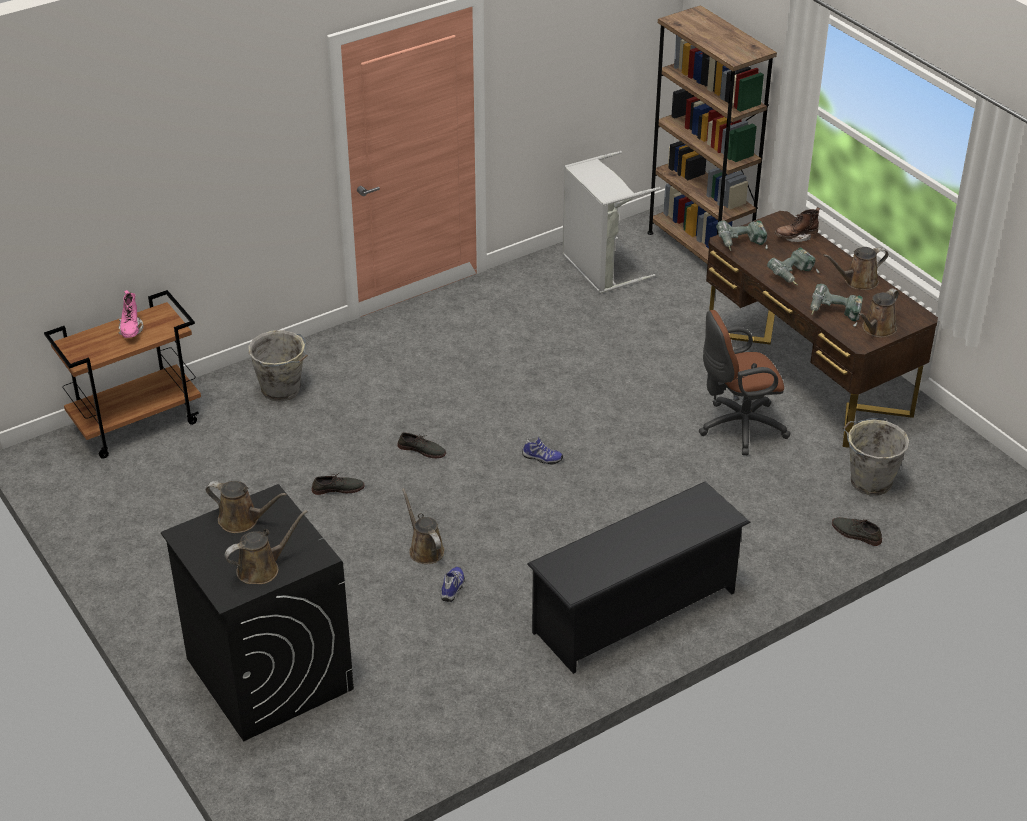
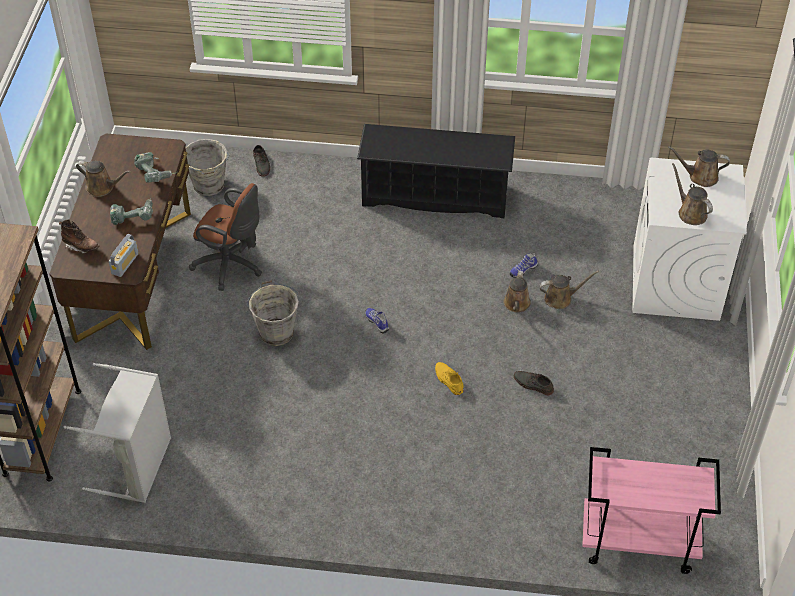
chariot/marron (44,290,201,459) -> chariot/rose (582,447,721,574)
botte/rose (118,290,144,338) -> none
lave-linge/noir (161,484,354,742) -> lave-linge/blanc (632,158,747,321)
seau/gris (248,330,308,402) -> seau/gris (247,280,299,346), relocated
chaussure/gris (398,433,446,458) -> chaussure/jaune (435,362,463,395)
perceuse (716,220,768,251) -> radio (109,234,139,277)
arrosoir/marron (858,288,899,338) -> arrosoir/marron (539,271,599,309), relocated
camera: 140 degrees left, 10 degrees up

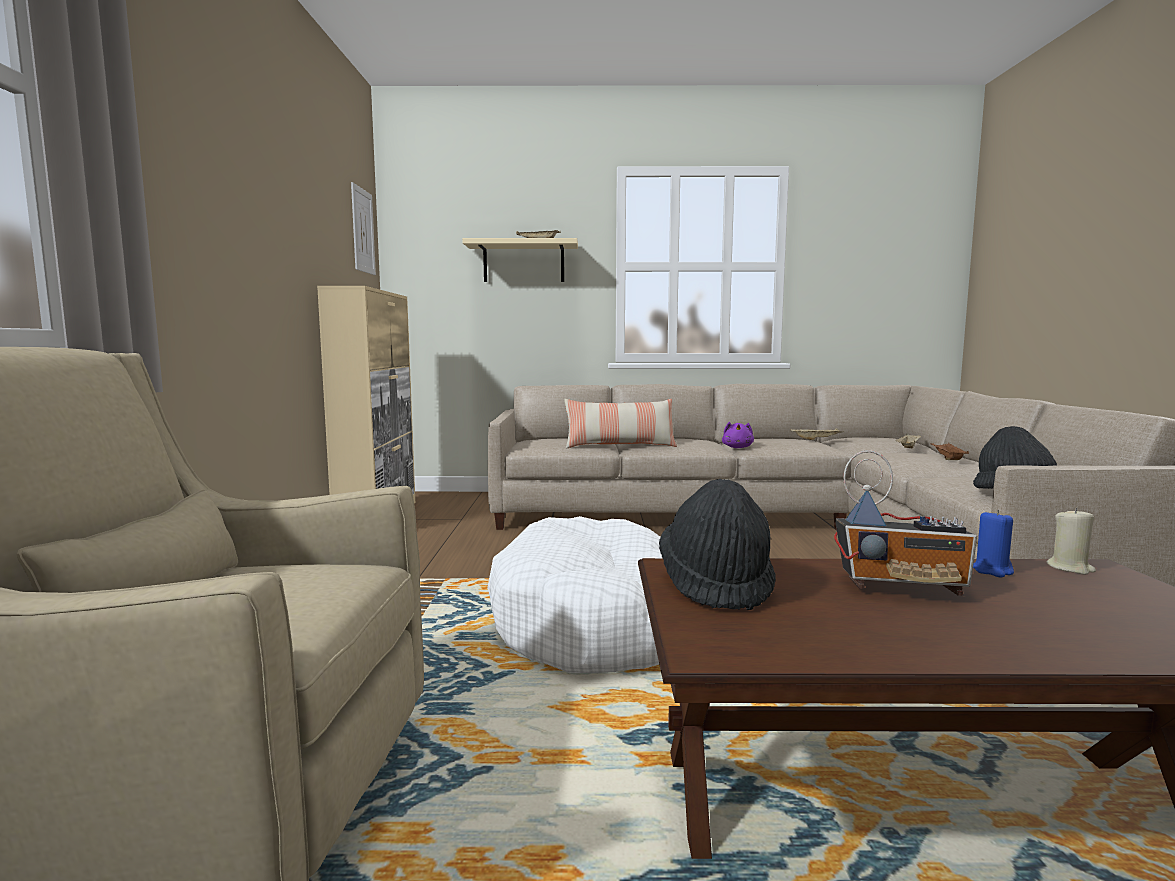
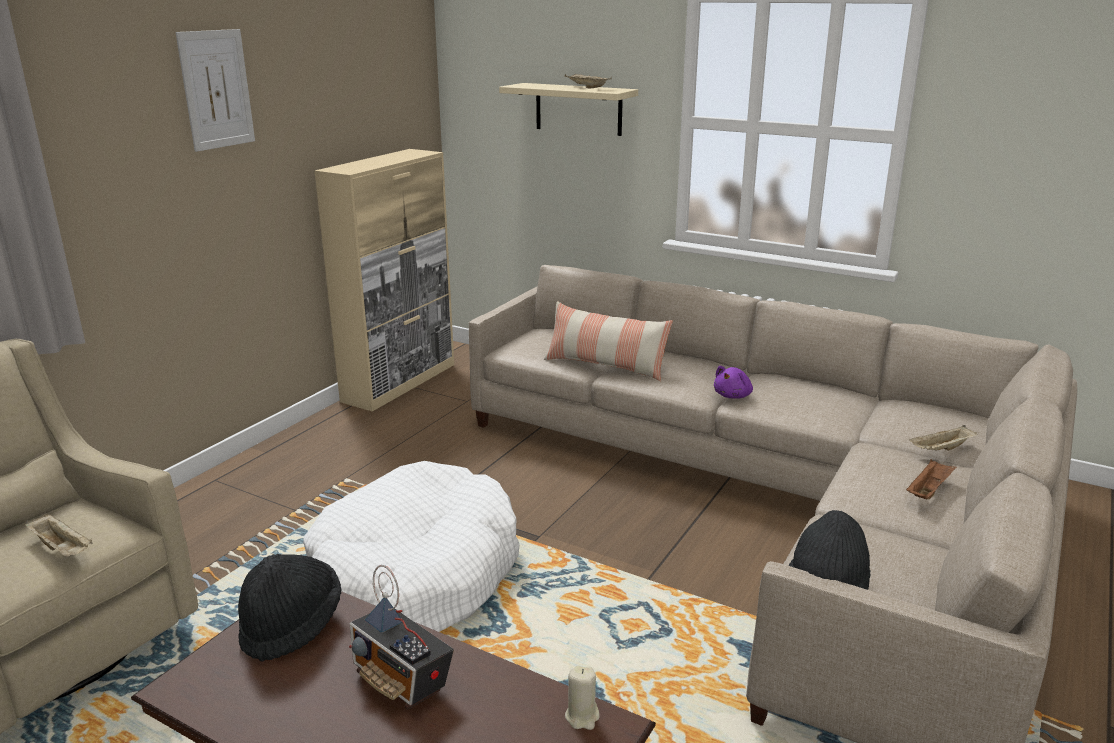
tableau (351,182,376,275) -> tableau (175,29,255,152), relocated
plateau/beige (790,428,844,440) -> plateau/beige (25,514,93,557), relocated
bougie/bleu (973,510,1014,578) -> none
camera: 30 degrees right, 15 degrees up

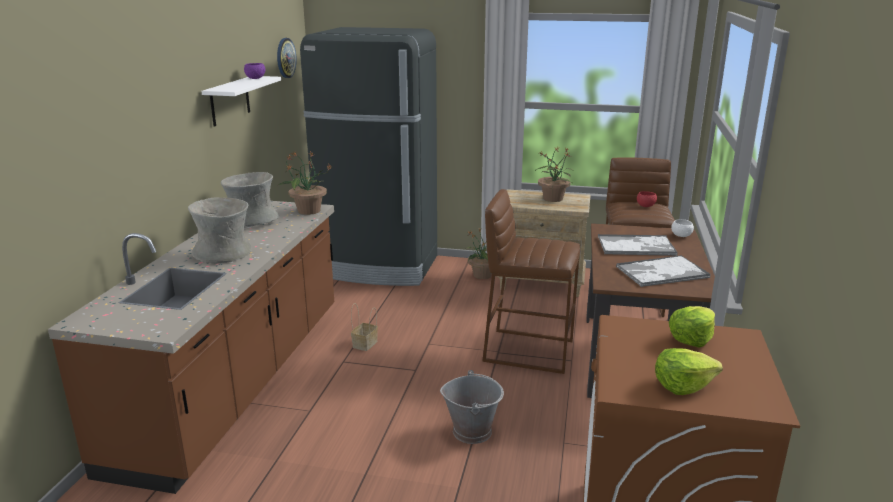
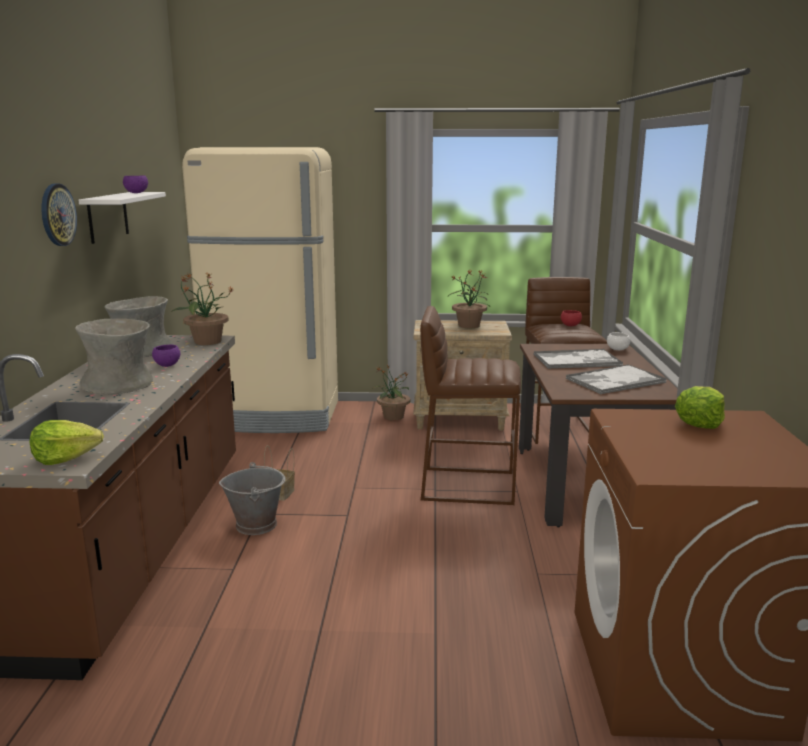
horloge murale (277,38,297,78) -> horloge murale (42,184,77,246), relocated
réfrigérateur/noir (300,27,437,286) -> réfrigérateur/beige (182,147,338,433)
seau/gris (440,370,504,444) -> seau/gris (219,462,285,535), relocated
laitue (655,348,723,395) -> laitue (30,420,104,465), relocated
none -> bol/violet (152,345,180,367)
camera: 10 degrees left, 5 degrees down

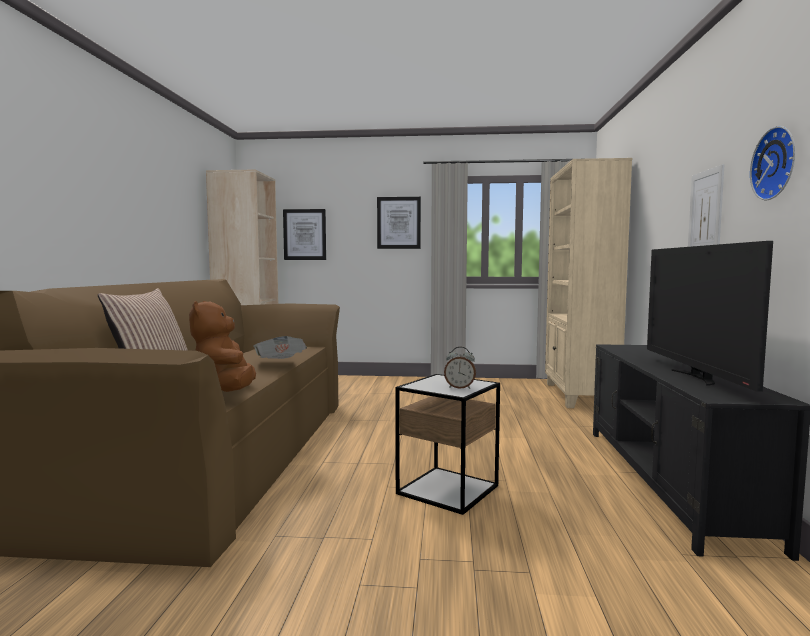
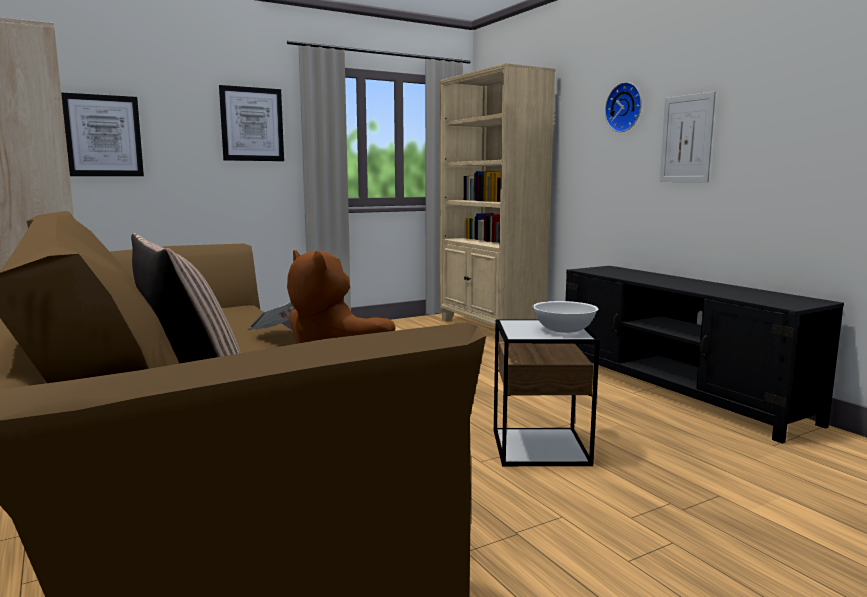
réveil (444,347,476,389) -> bol/blanc (532,301,599,333)
téléviseur (647,241,773,392) -> none
horloge murale (750,126,796,200) -> horloge murale (605,82,642,132), relocated
camera: 35 degrees left, 5 degrees up

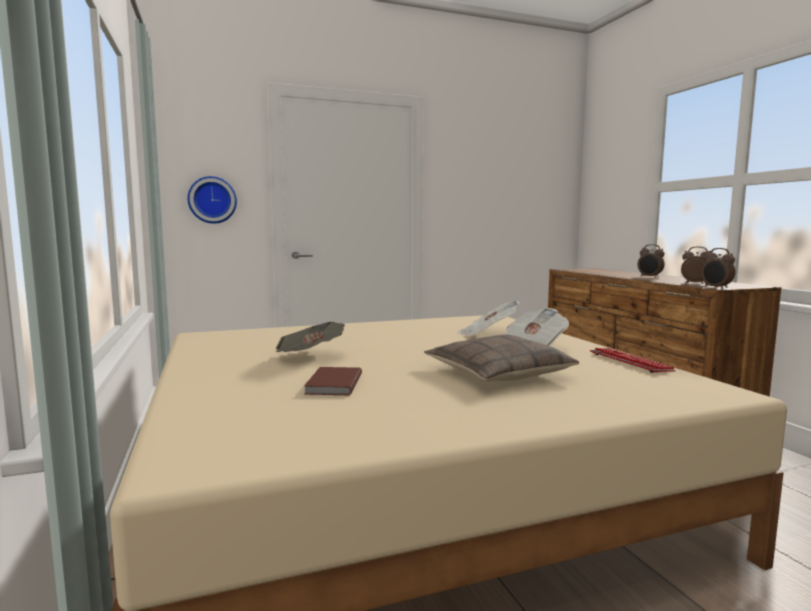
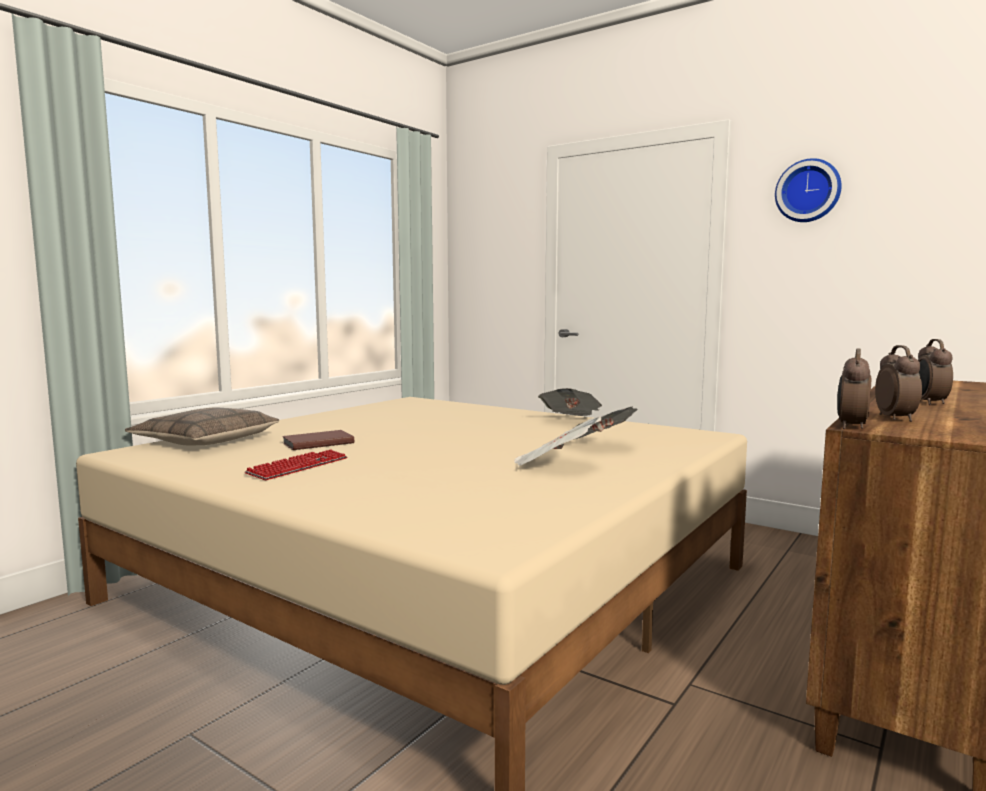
horloge murale (188,176,237,224) -> horloge murale (775,158,842,222), relocated
journal (275,322,345,352) -> journal (538,388,602,416), relocated
coussin (424,334,579,381) -> coussin (125,408,279,445), relocated
clavier (590,348,676,373) -> clavier (245,449,347,480), relocated
camera: 55 degrees right, 0 degrees up

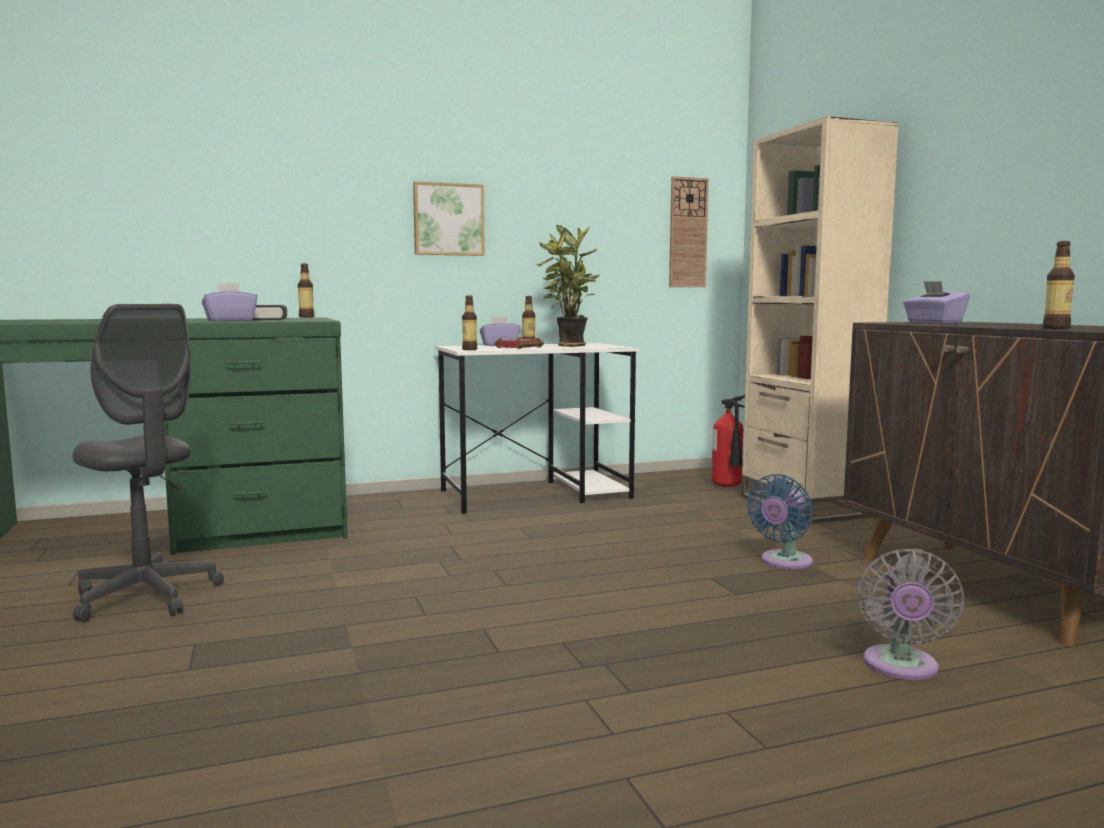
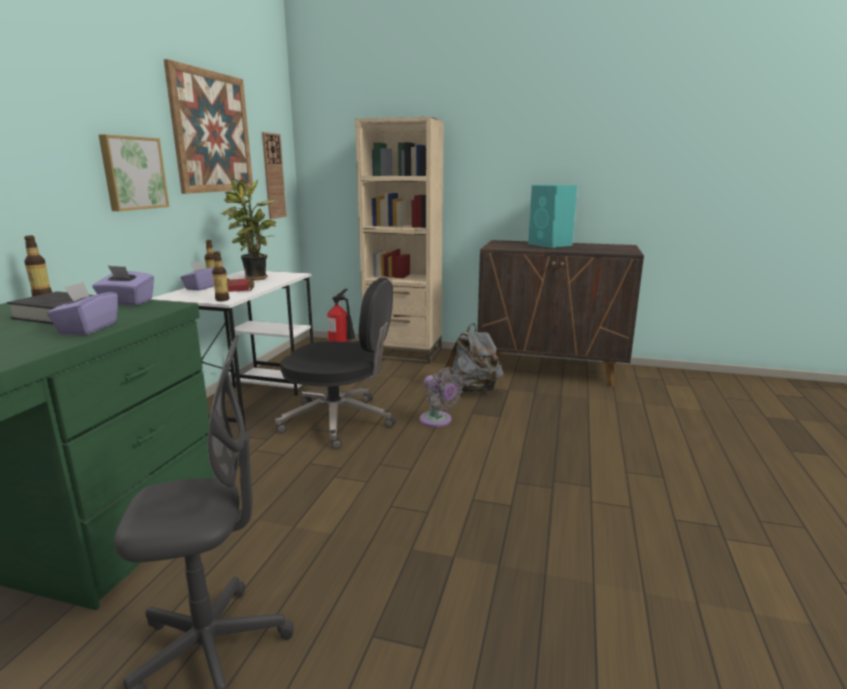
ventilateur/bleu (747,474,813,569) -> sac à dos/gris (444,323,503,392)
ventilateur/gris (857,549,964,680) -> ventilateur/gris (420,367,464,427), relocated
boîte à mouchoirs/violet (903,281,970,324) -> boîte à mouchoirs/violet (92,266,154,306), relocated
bouteille (1043,241,1075,329) -> none
none -> tableau (164,59,253,194)
none -> chaise de bureau/noir (275,278,396,449)
none -> enceinte/turquoise (528,185,577,248)
camera: 55 degrees left, 10 degrees up

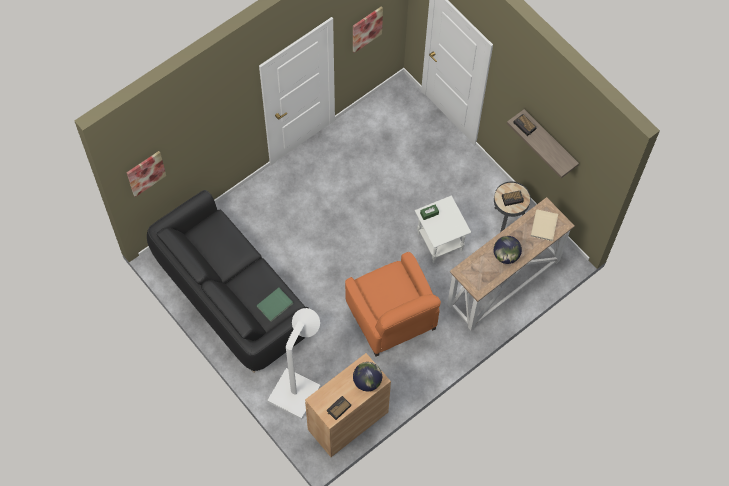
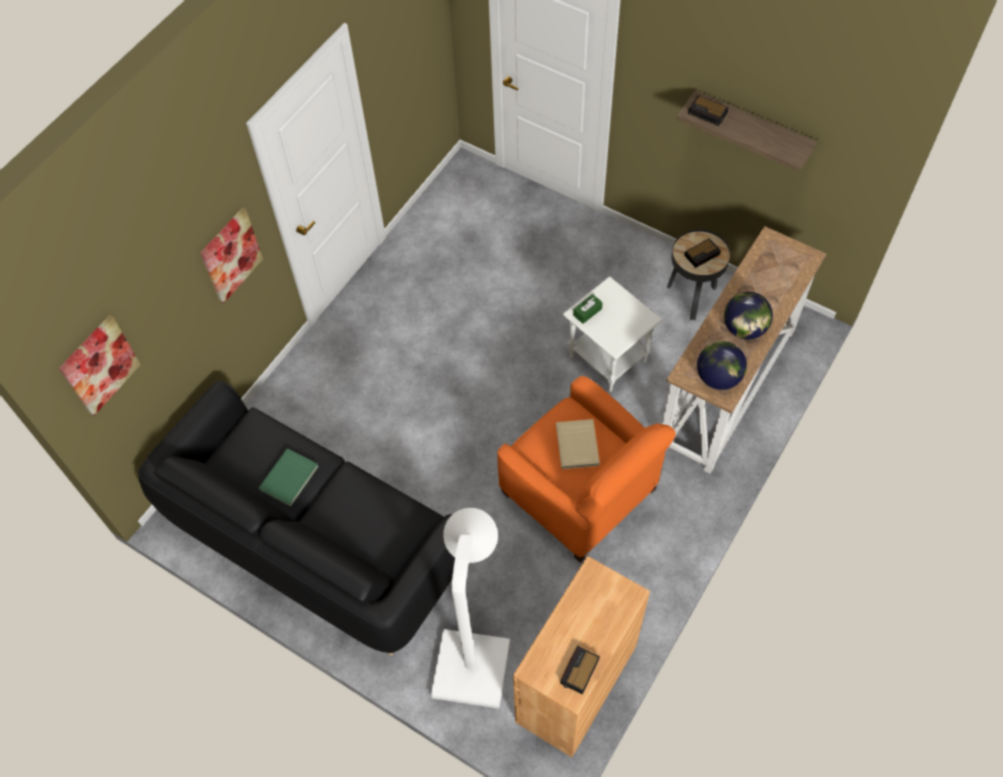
livre/vert (256,287,293,322) -> livre/vert (258,448,319,507), relocated
tableau (353,6,383,53) -> tableau (200,207,263,304), relocated
globe (353,362,382,391) -> globe (697,341,747,390), relocated
livre/beige (531,209,558,241) -> livre/beige (556,419,600,469), relocated
camera: 15 degrees left, 5 degrees down

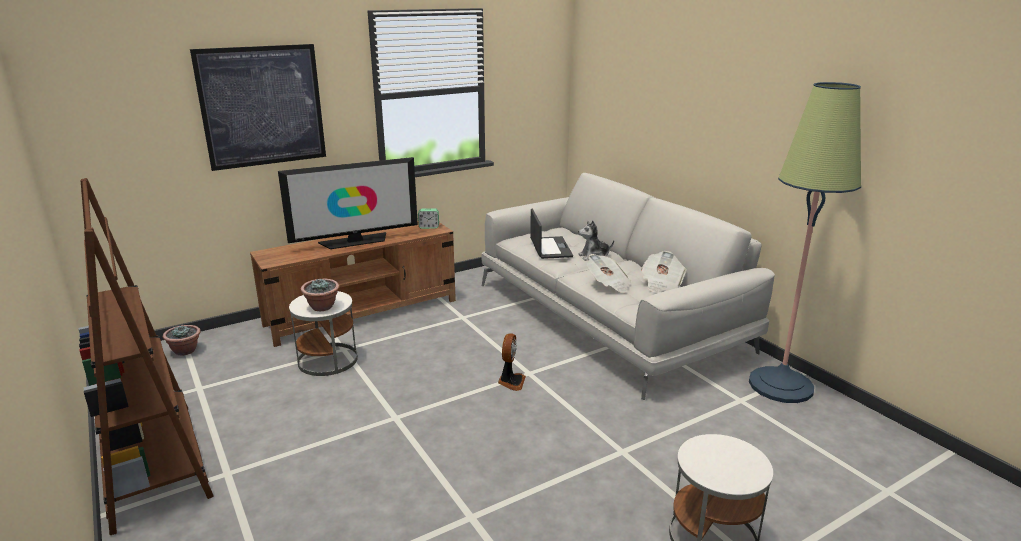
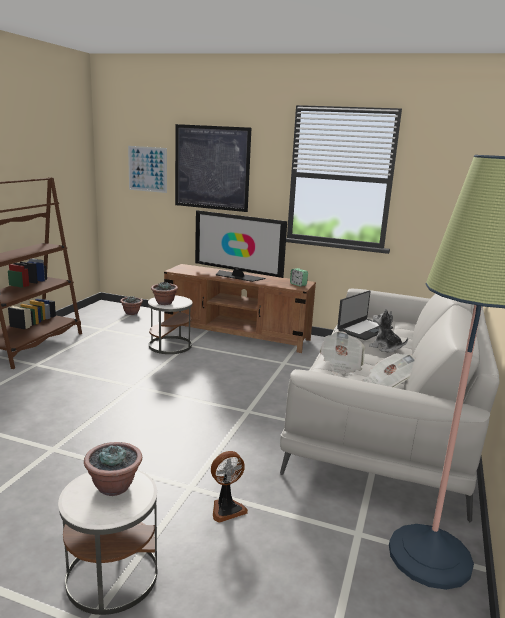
ventilateur (498,334,526,391) -> ventilateur (211,451,248,523), relocated
none -> plante en pot (84,442,142,496)
none -> tableau (128,146,167,193)
camera: 50 degrees right, 5 degrees down

